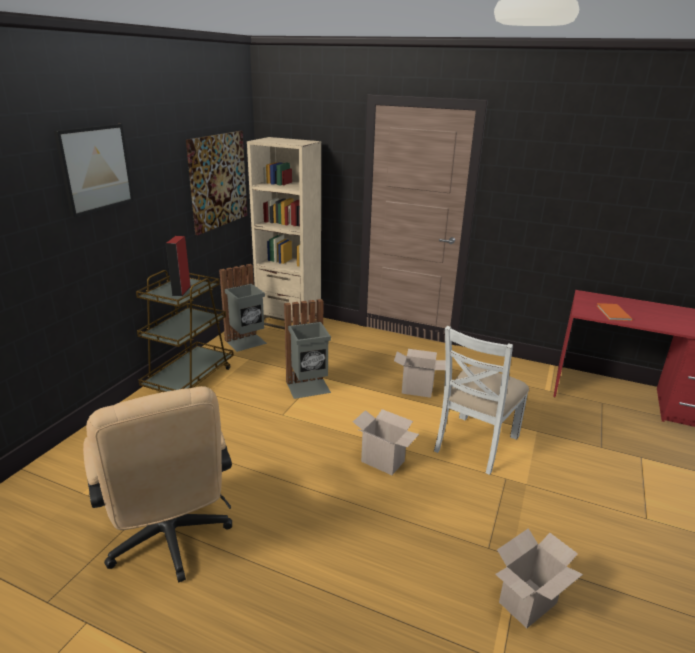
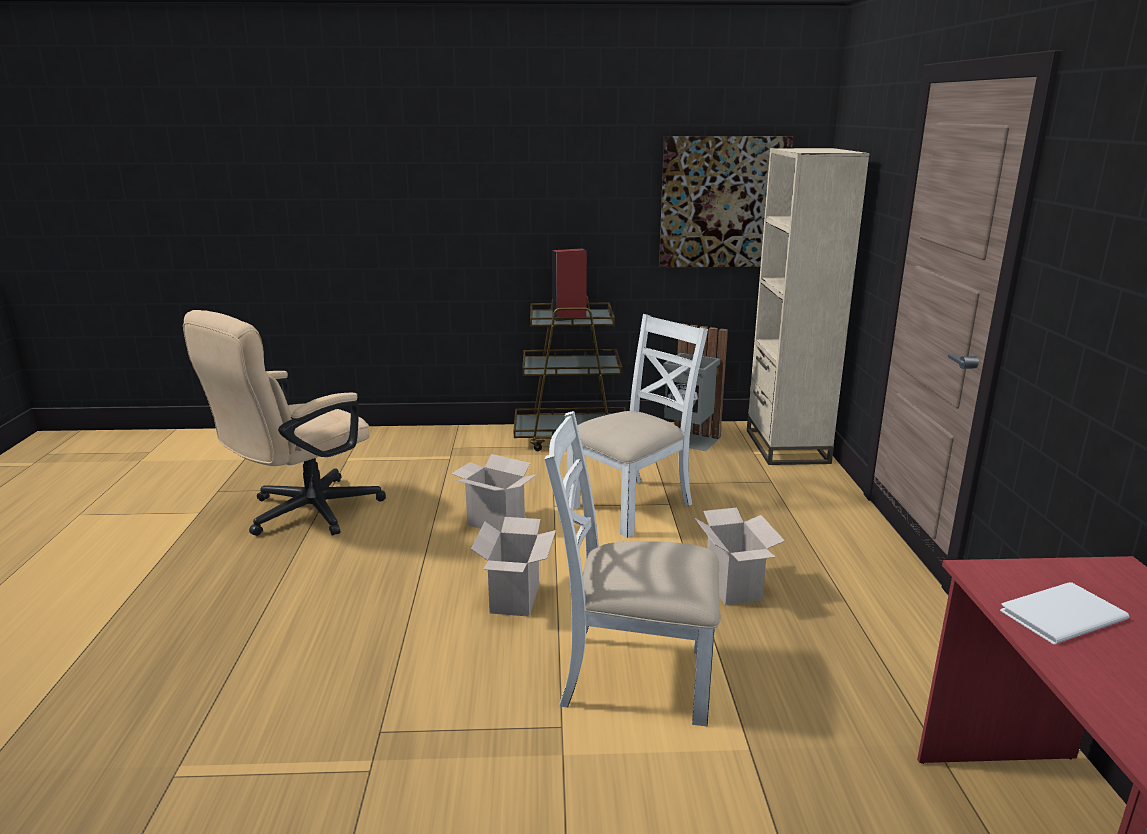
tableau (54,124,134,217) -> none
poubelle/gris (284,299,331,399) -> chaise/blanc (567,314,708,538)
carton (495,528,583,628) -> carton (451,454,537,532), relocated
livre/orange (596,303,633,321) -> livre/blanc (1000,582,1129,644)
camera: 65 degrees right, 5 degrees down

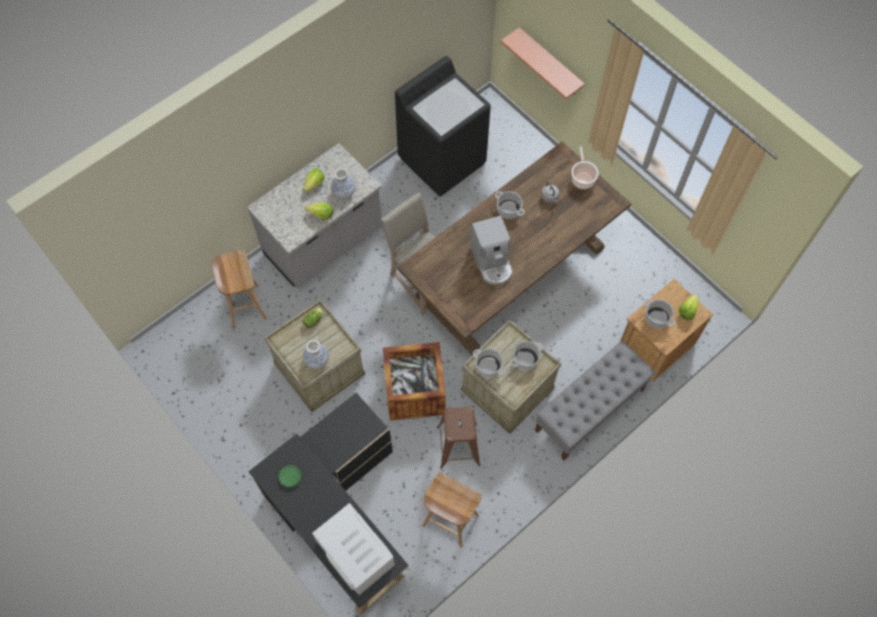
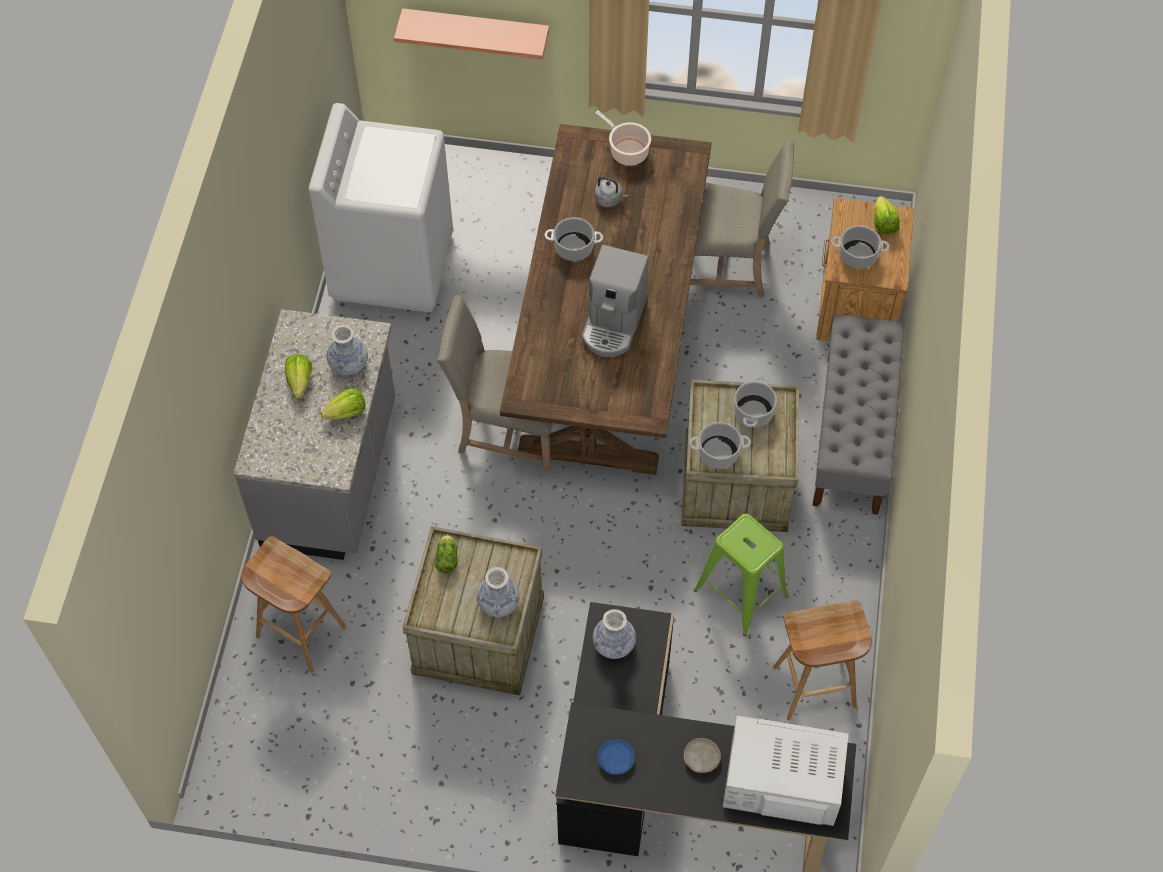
assiette/vert (279,465,301,487) -> assiette/bleu (597,739,635,775)
caisse (383,342,446,421) -> none
lave-linge/noir (395,56,491,196) -> lave-linge/blanc (308,103,453,312)
tabouret/marron (437,407,480,469) -> tabouret/vert (694,514,788,636)
machine à café (470,216,513,285) -> machine à café (582,245,649,357), 75 degrees clockwise
none -> vase (593,609,636,659)
none -> assiette/beige (684,738,721,773)
none -> chaise/beige (690,140,795,298)
camera: 40 degrees left, 5 degrees down

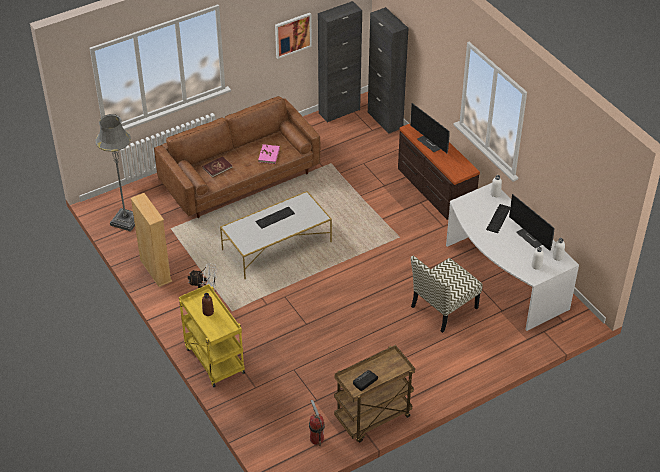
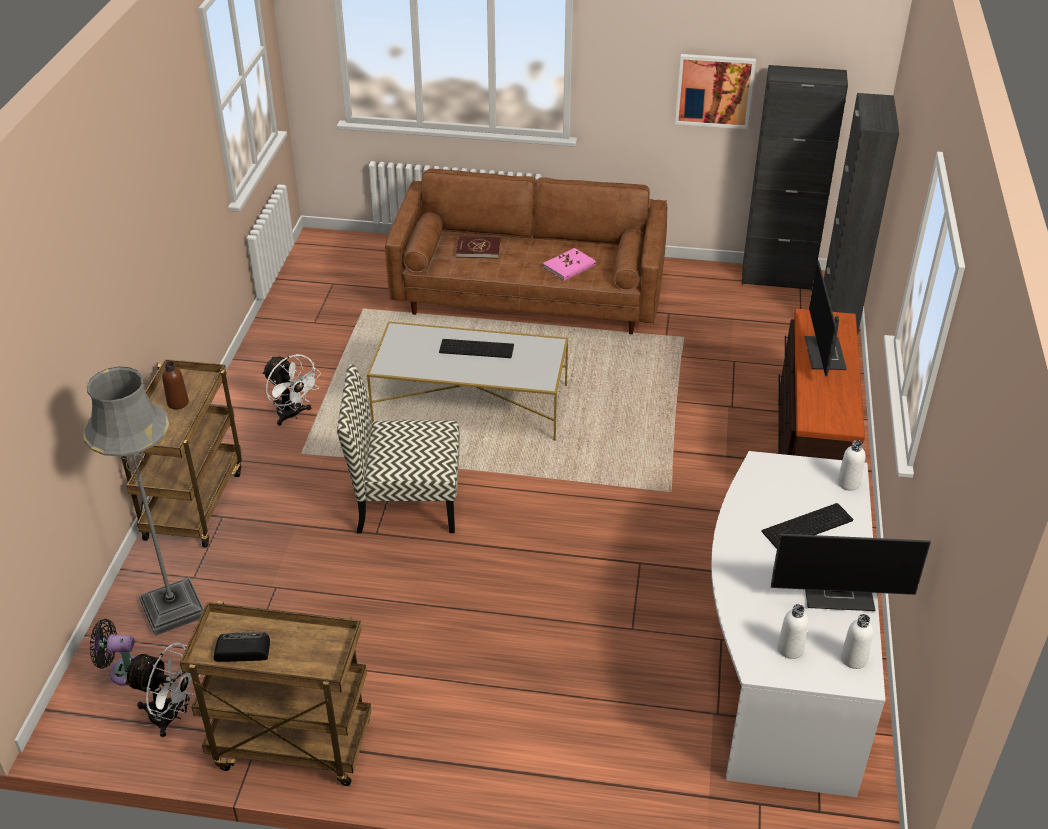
lampadaire/gris (95,114,135,232) -> lampadaire/gris (83,367,204,636), relocated
bibliothèque/beige (131,193,172,287) -> none
chariot/jaune (179,284,245,387) -> chariot/marron (121,359,242,548)
extincteur (309,400,324,446) -> ventilateur/blanc (123,643,201,737)
chaise (411,256,483,333) -> chaise (337,364,460,534), relocated
écran d'ordinateur (509,194,555,251) -> écran d'ordinateur (771,534,931,611), 90 degrees counterclockwise
none -> ventilateur/noir (90,619,136,686)
camera: 40 degrees right, 5 degrees down

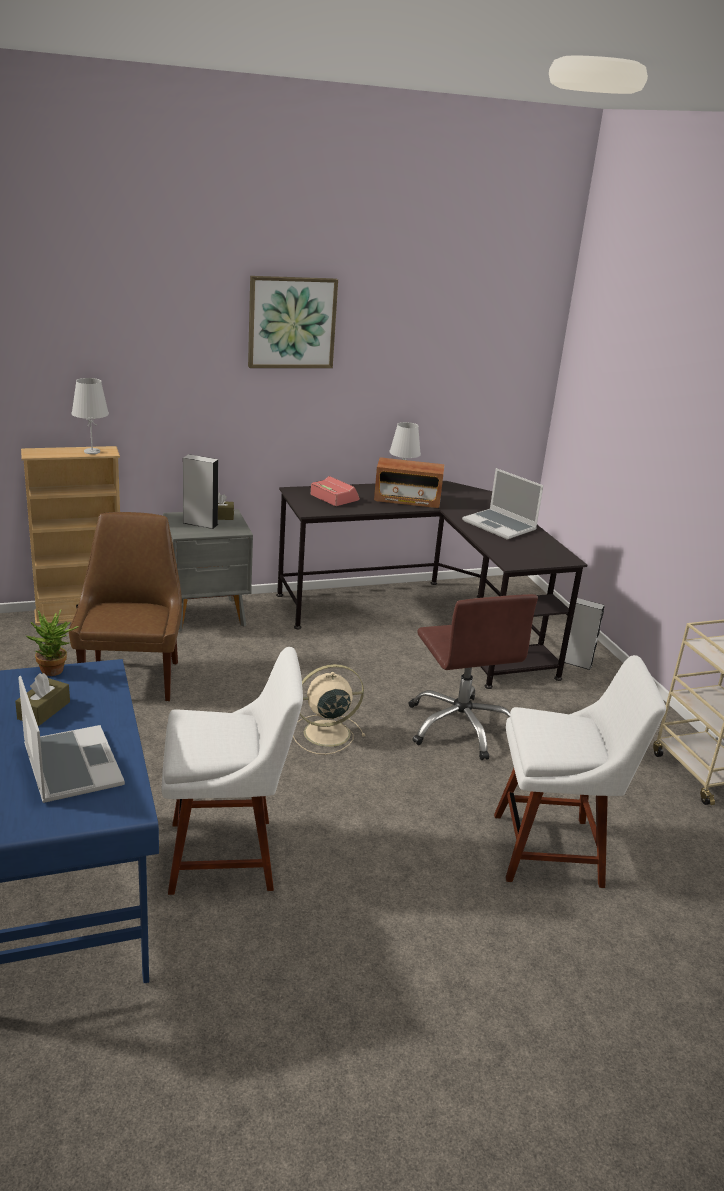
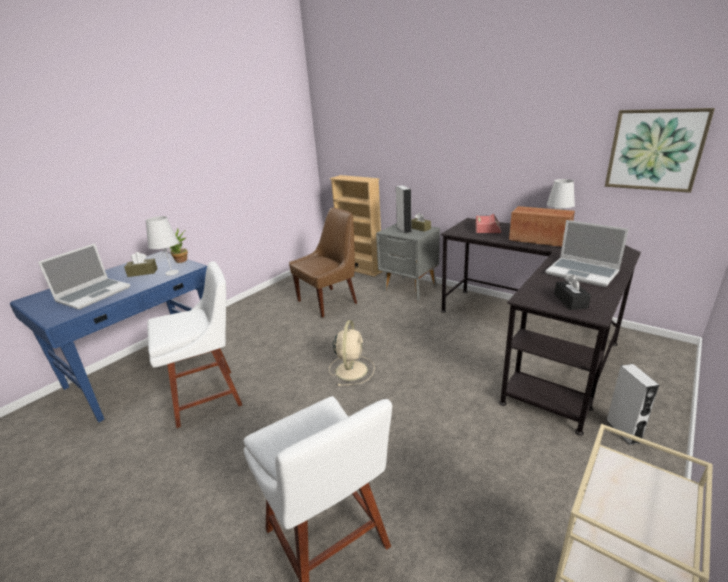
lampe de table/blanc (72,378,109,454) -> lampe de table/blanc (146,216,179,276), relocated
chaise/blanc (161,647,303,895) -> chaise/blanc (147,261,242,428), 75 degrees counterclockwise
tableau (248,276,338,368) -> tableau (605,108,715,193), relocated
ventilateur/beige (293,664,365,755) -> ventilateur/beige (329,320,375,386), 60 degrees clockwise
radio (374,457,445,508) -> radio (509,206,575,247), 150 degrees clockwise
chaise de bureau/marron (409,594,538,760) -> none
ordinateur portable (462,468,544,540) -> ordinateur portable (545,220,629,287), 60 degrees counterclockwise
none -> boîte à mouchoirs/noir (554,275,591,310)
camera: 60 degrees right, 0 degrees up

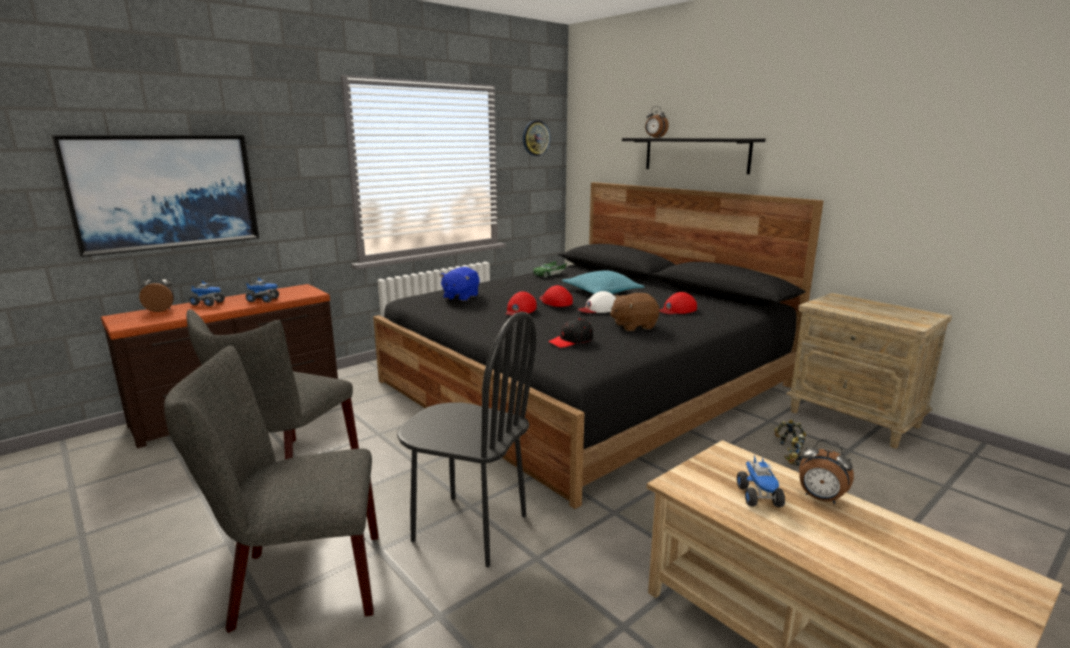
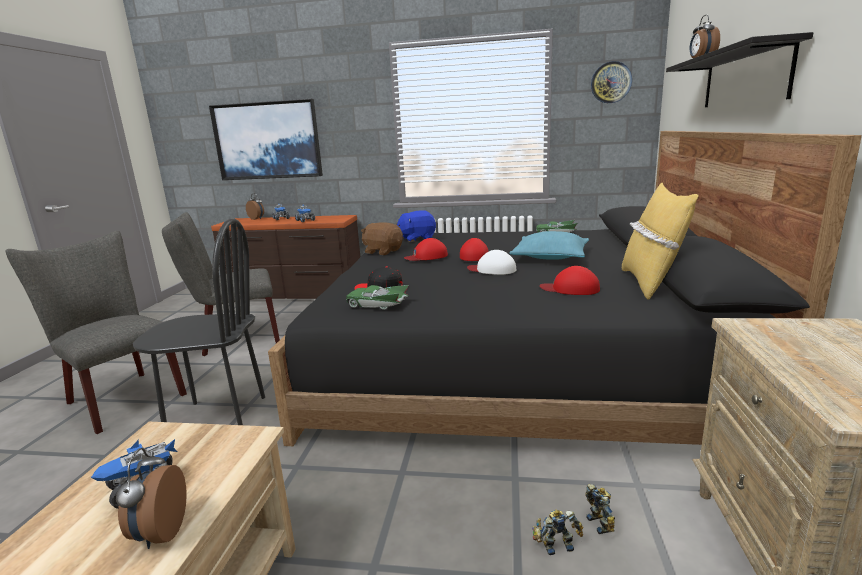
chaise/noir (397,311,536,567) -> chaise/noir (133,218,265,425), 75 degrees counterclockwise
peluche/marron (610,293,659,331) -> peluche/marron (361,222,403,255), relocated
none -> petite voiture/vert (346,285,409,310)
none -> coussin/jaune (622,183,699,300)
camera: 50 degrees right, 0 degrees up

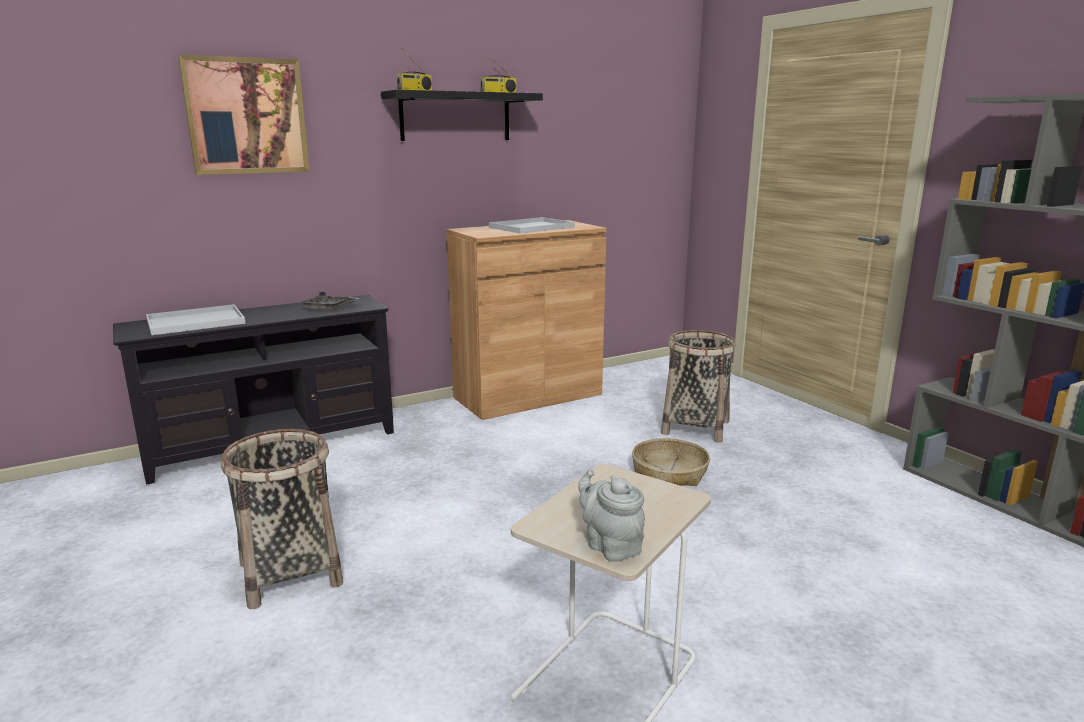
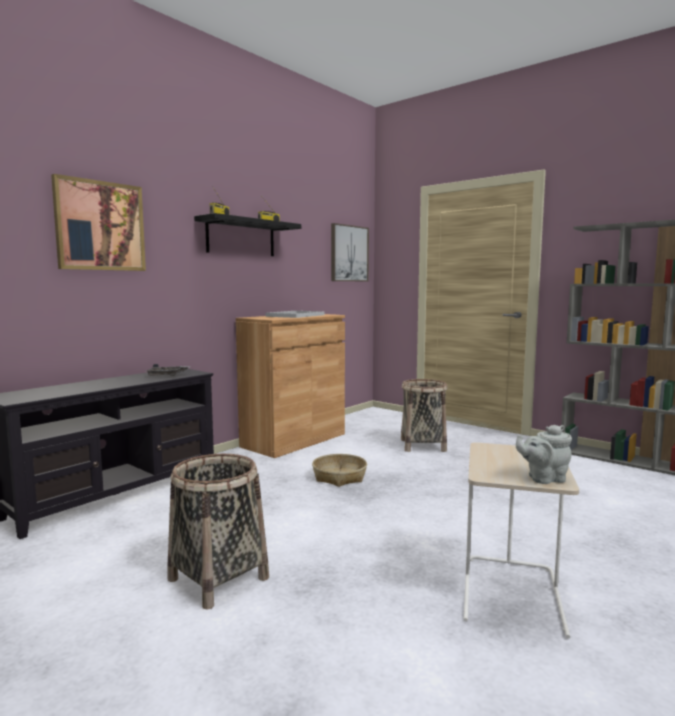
plateau/blanc (146,304,246,335) -> none
théière/gris (578,469,645,562) -> théière/gris (516,425,572,484), 45 degrees counterclockwise
panier (632,438,710,486) -> panier (312,454,367,487), relocated
none -> tableau (331,223,369,281)
camera: 20 degrees left, 10 degrees down

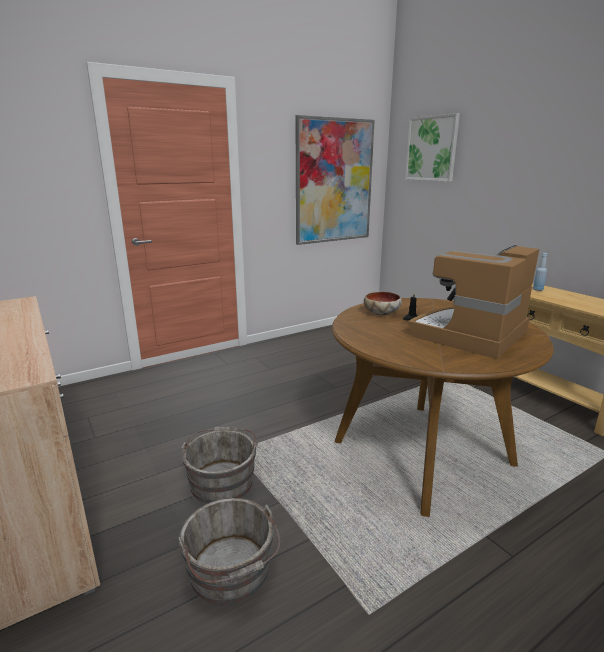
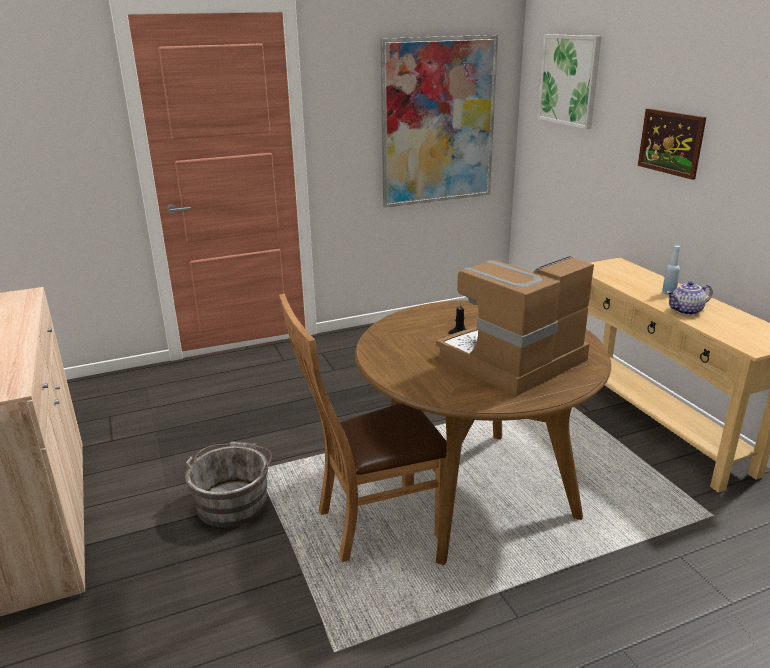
seau/gris (178,498,280,605) -> none
bol (364,292,402,315) -> none
none -> chaise/marron (279,294,447,562)
none -> tableau (638,108,706,180)
none -> théière (666,281,713,315)
camera: 10 degrees right, 5 degrees up

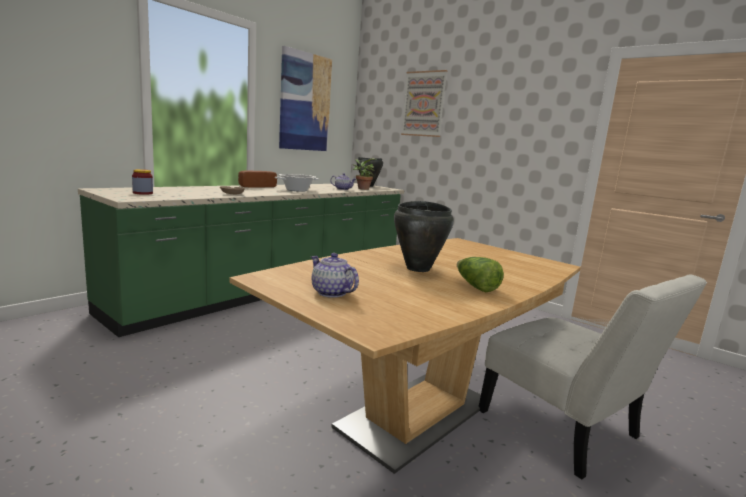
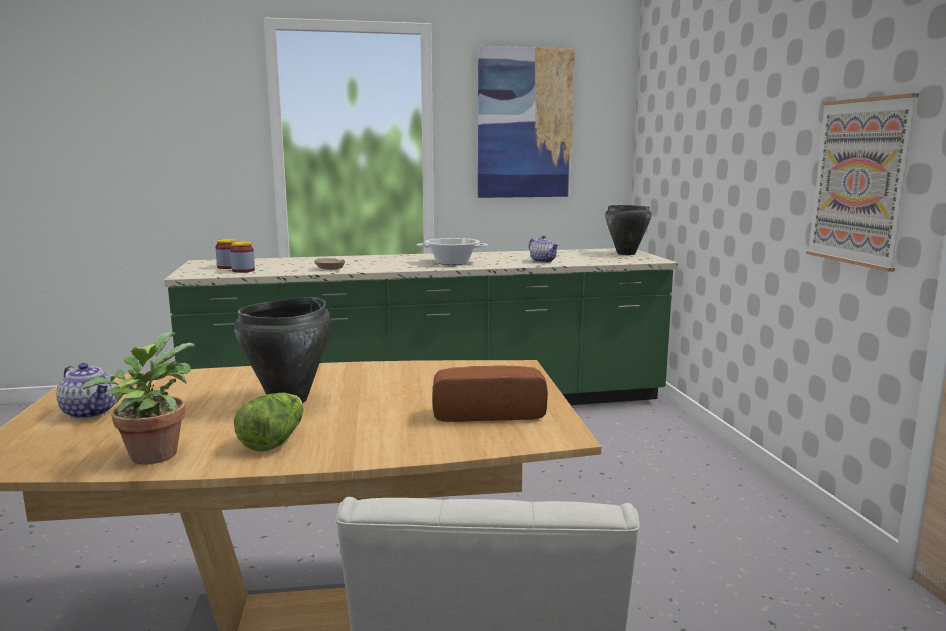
pain (238,171,277,187) -> pain (432,365,548,422), relocated
théière (311,253,359,298) -> théière (56,363,117,419), 135 degrees clockwise
plante en pot (352,158,376,190) -> plante en pot (82,332,195,465), relocated
tableau (401,70,448,137) -> tableau (806,93,919,272), relocated
none -> bocal (230,242,255,273)
camera: 40 degrees right, 0 degrees up

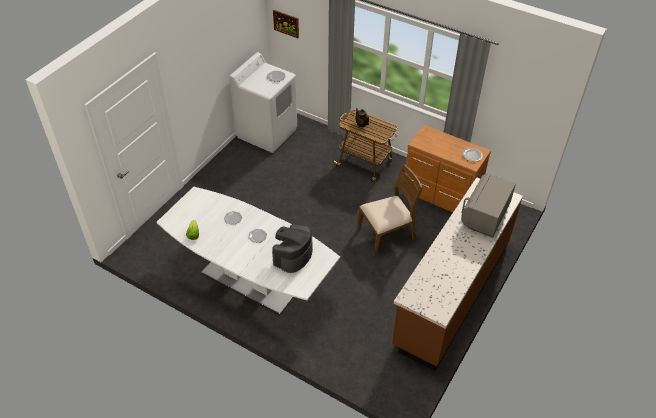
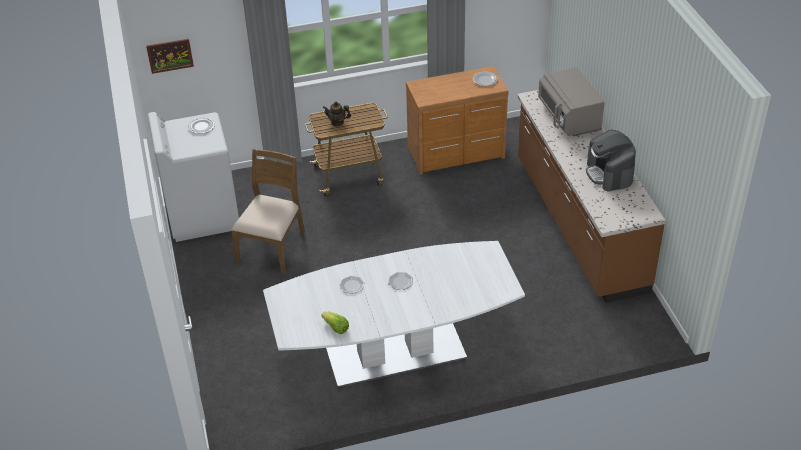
machine à café (272,224,313,273) -> machine à café (586,130,636,191), relocated
chaise/marron (357,164,423,256) -> chaise/marron (231,149,305,274), relocated
camera: 45 degrees left, 5 degrees down

